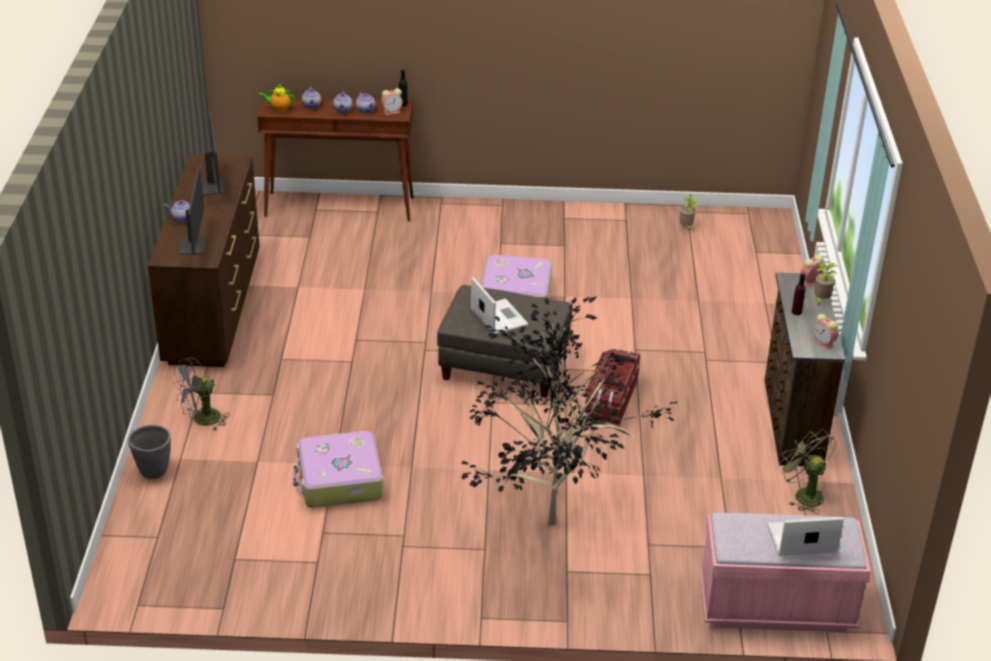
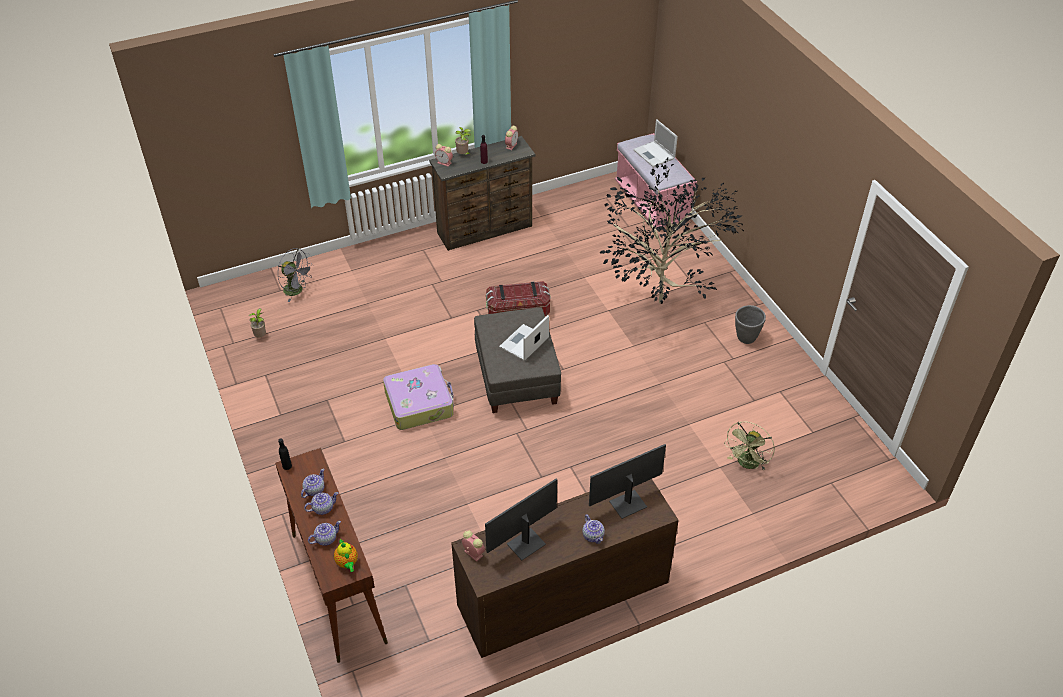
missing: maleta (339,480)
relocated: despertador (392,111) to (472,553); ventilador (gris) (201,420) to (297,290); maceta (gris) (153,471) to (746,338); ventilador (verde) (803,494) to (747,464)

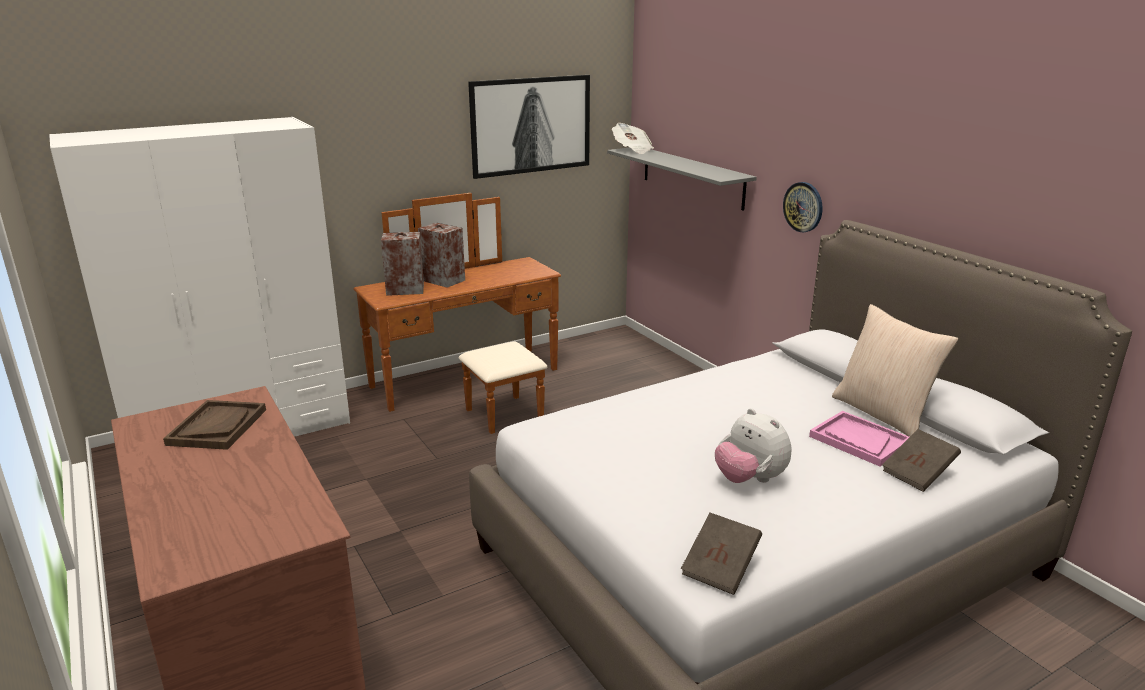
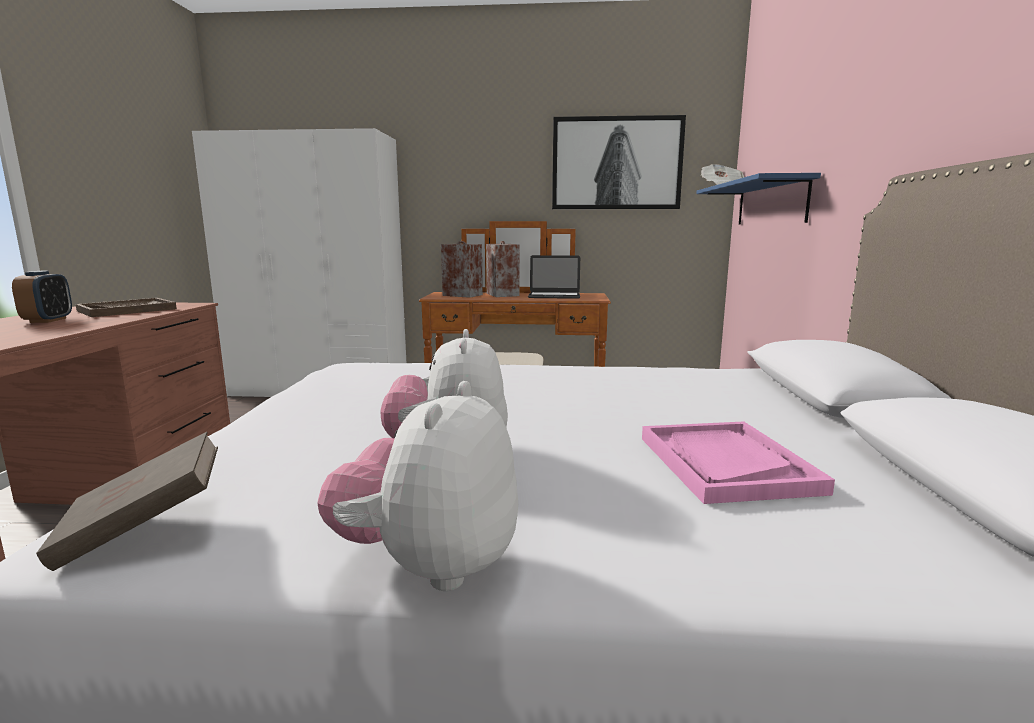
missing: reloj de pared (803,207); cojín (beis) (883,413); libro (marrón) (918,473)
appeared: portátil (554,296); despertador (48,320); peluche (430,565)
colour: estante (gris) (692,177) to estante (azul) (770,203)

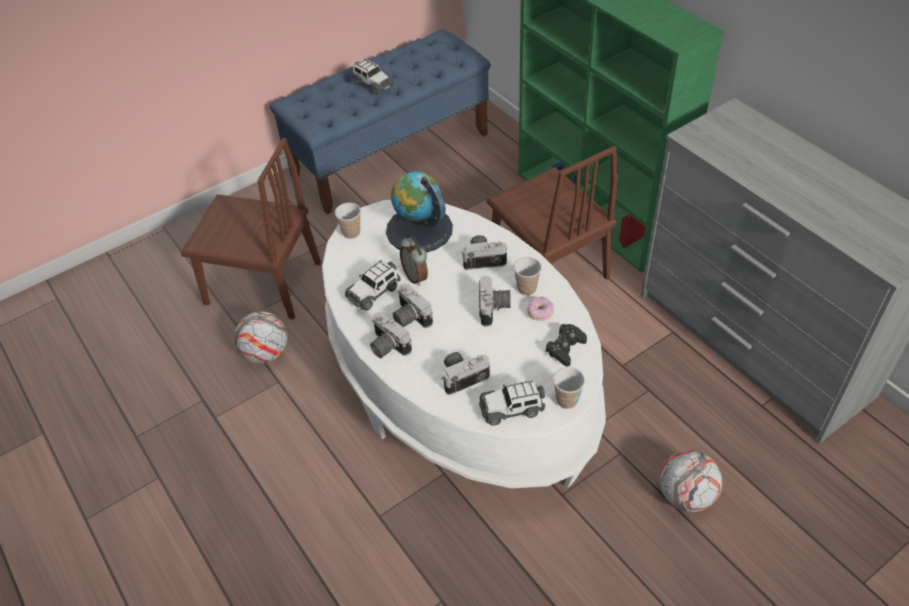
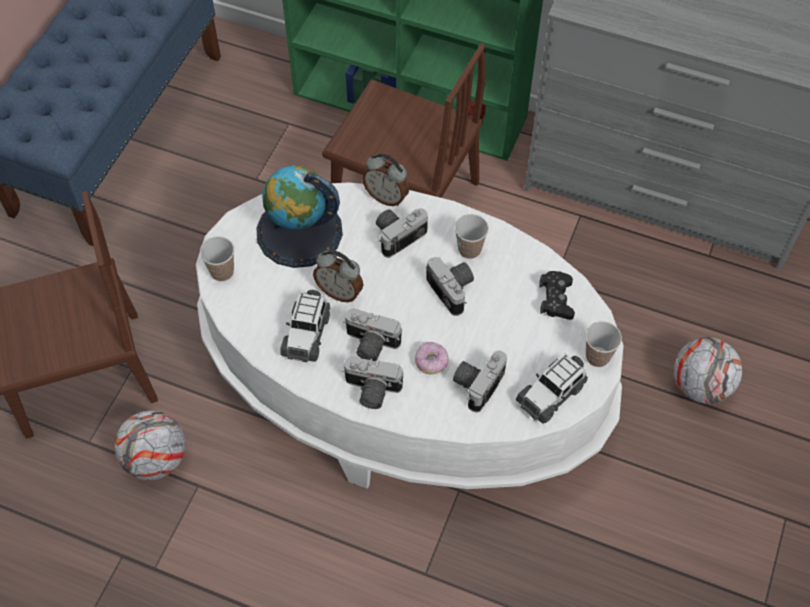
missing: coche de juguete (373,84)
appeared: despertador (387,197)
relocated: rosquilla (540,313) to (431,362)

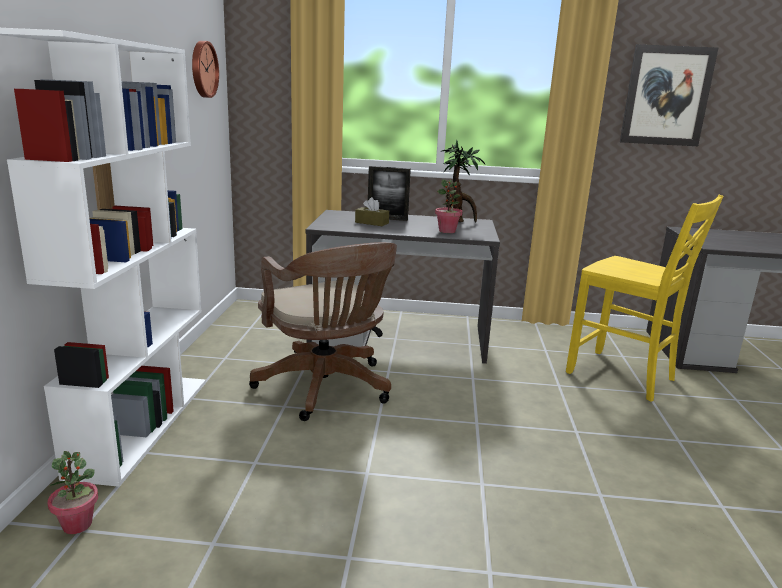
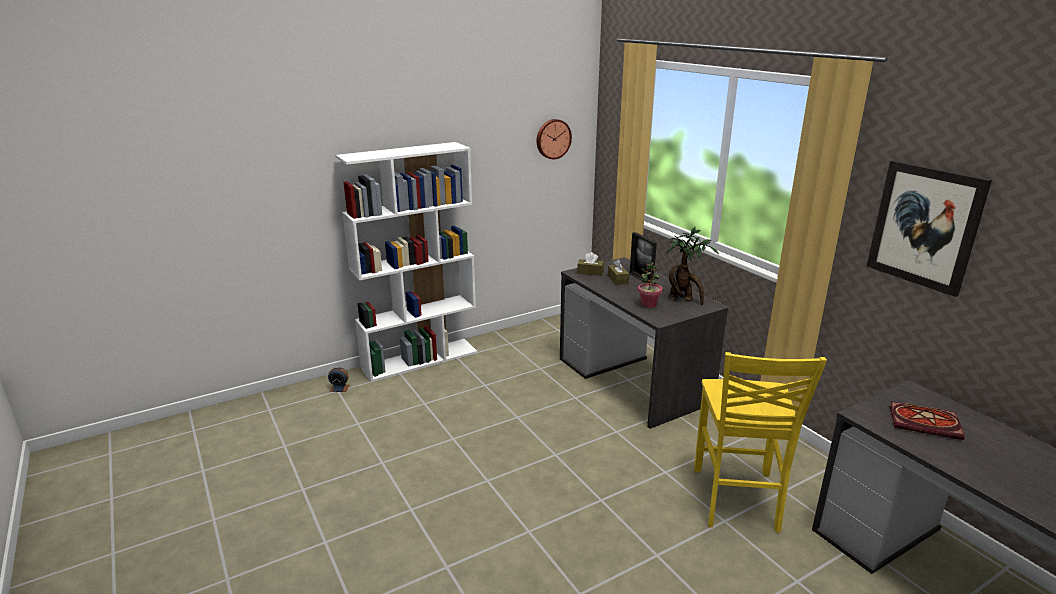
missing: silla de oficina (marrón) (327,389)
appeared: caja de pañuelos (marrón) (590,272); libro (926,422)
exchanged: planta en maceta (77,524) to despertador (339,388)

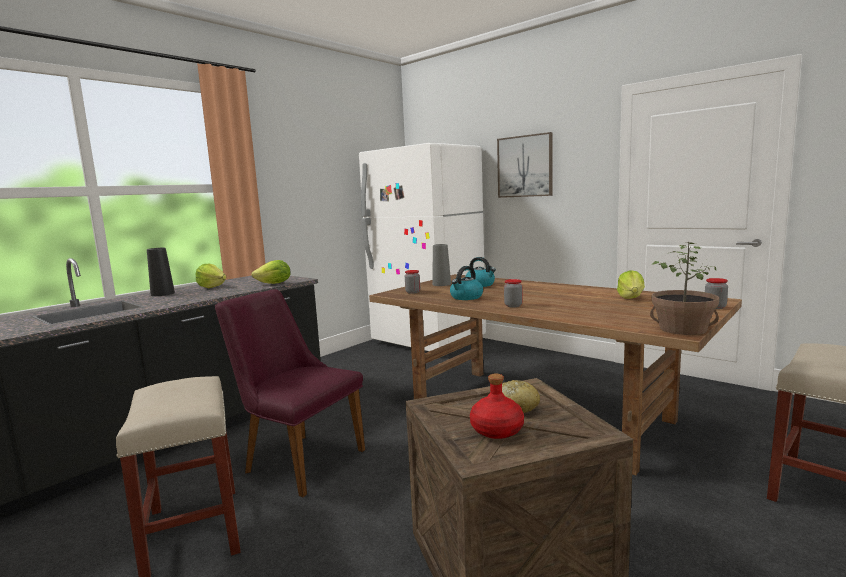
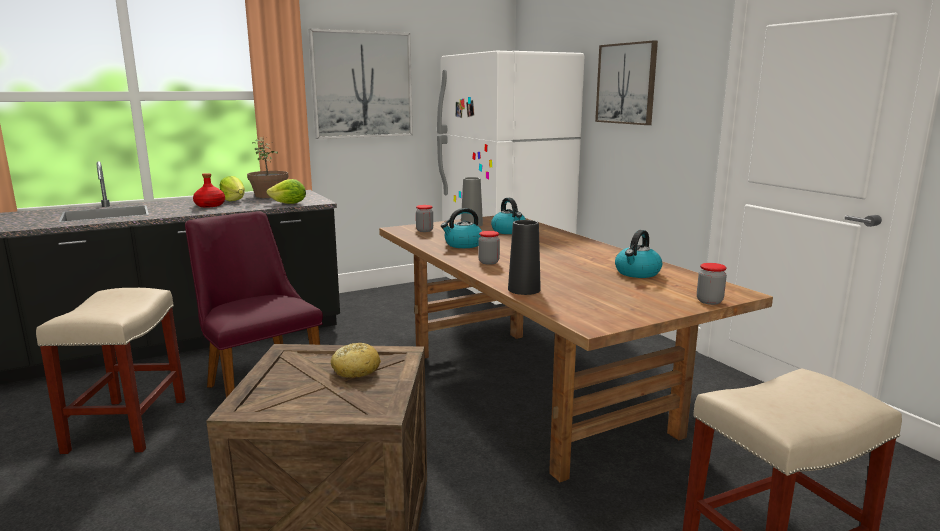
appeared: cuadro (362,85)
relocated: planta en maceta (683,329) to (270,195); florero (negro) (162,294) to (524,289); botella (rojo) (496,430) to (210,205)
exchanged: lechuga (631,298) to hervidor (637,273)

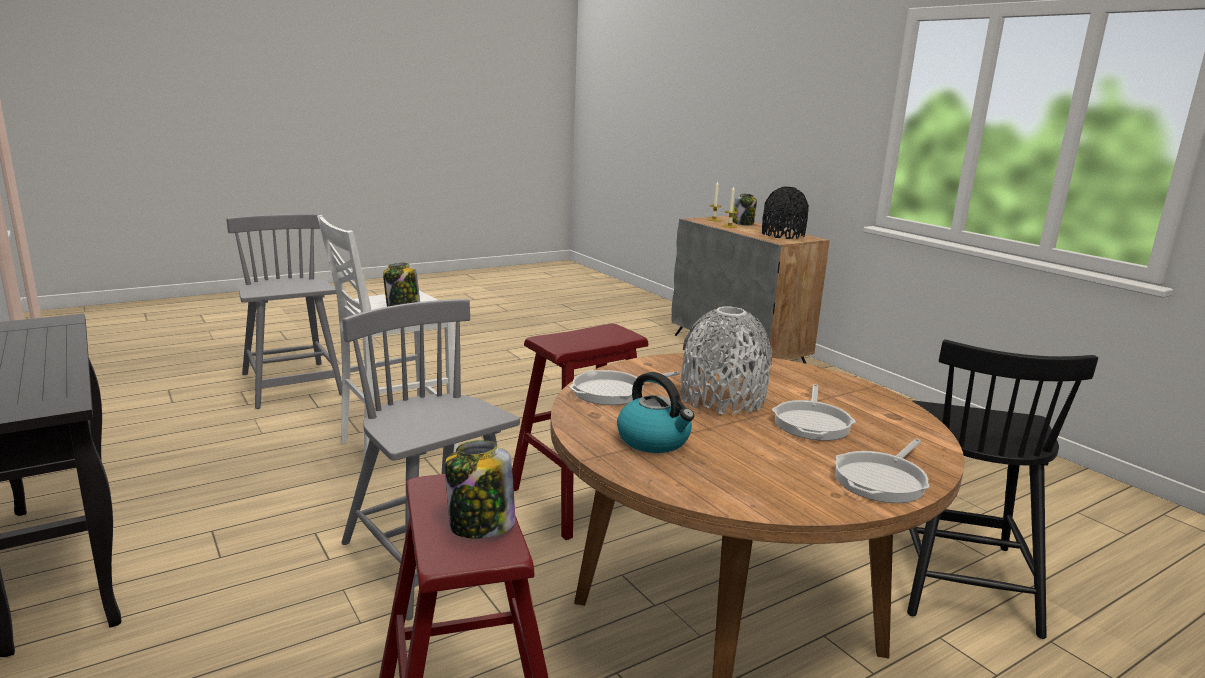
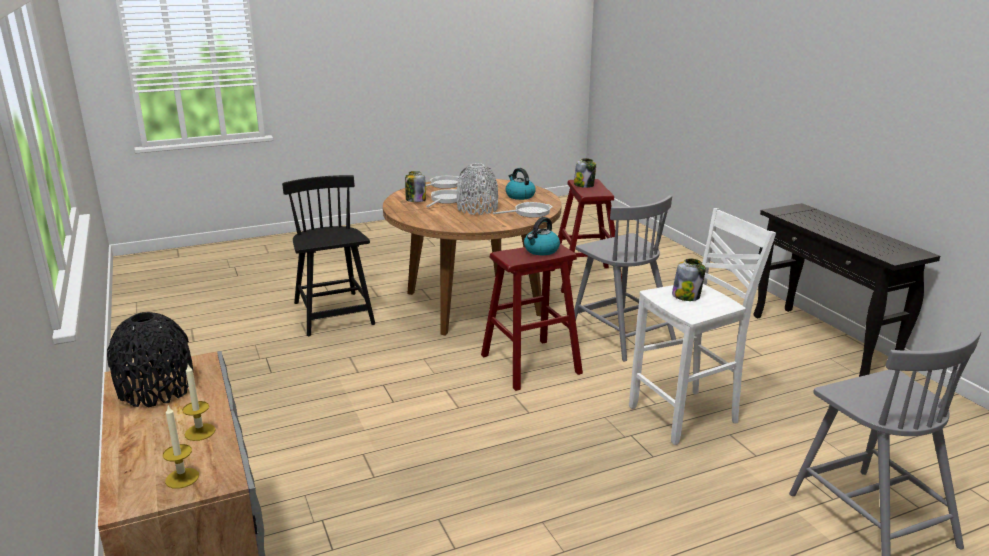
appeared: hervidor (541,250)
relocated: tarro (743,223) to (415,200)
spun: silla (negro) (958,577) = (333,314) 45 degrees counterclockwise

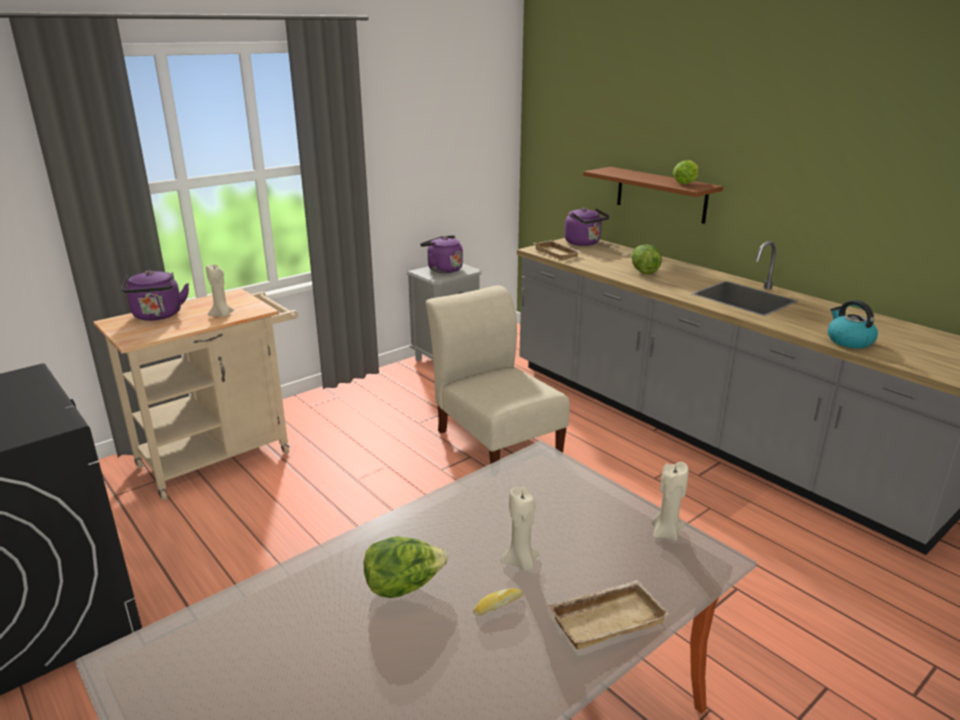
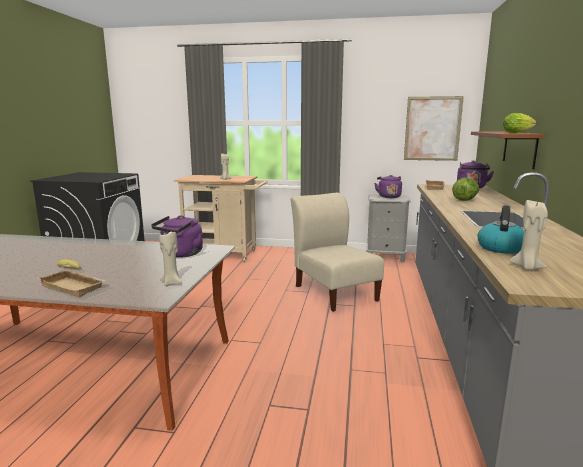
missing: lechuga (404,586)
appeared: cuadro (432,129)
relocated: hervidor (morado) (158,316) to (181,254); vela (beis) (521,562) to (527,267)
spun: silla (beis) (496,440) = (334,292) 45 degrees counterclockwise

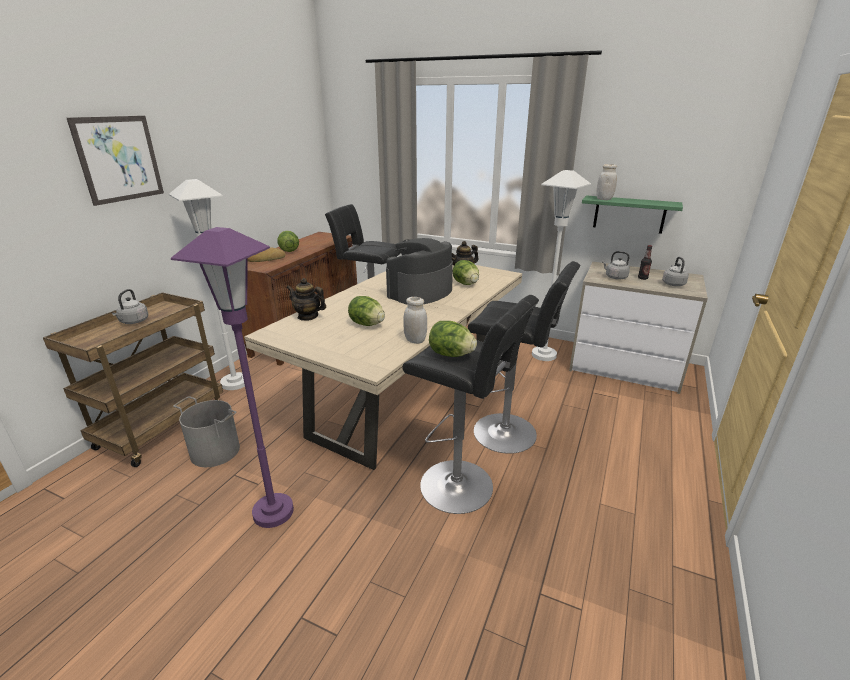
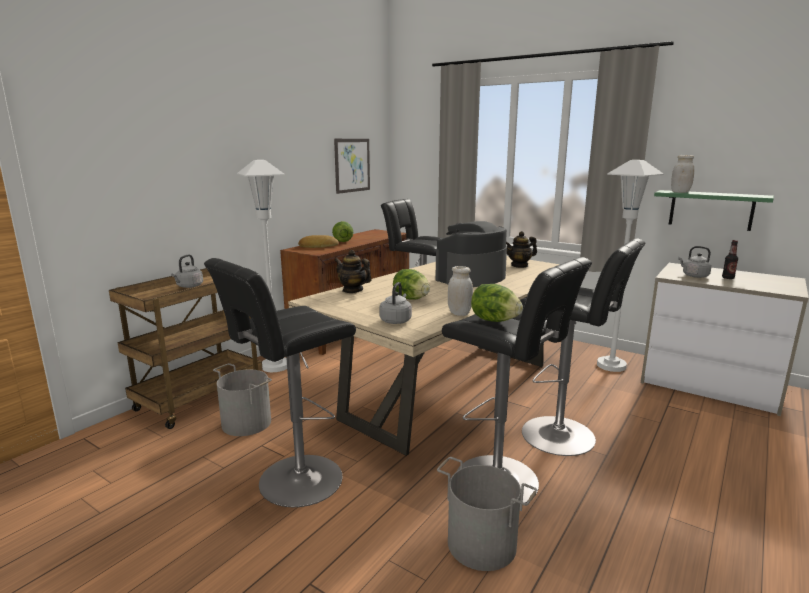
missing: lechuga (466,284)
appeared: cubo (gris) (481,544)
relocated: cuadro (119,159) to (352,165); hervidor (gris) (673,283) to (396,320)
exchanged: lámpara de pie (morado) (273,512) to taburete (negro) (295,482)

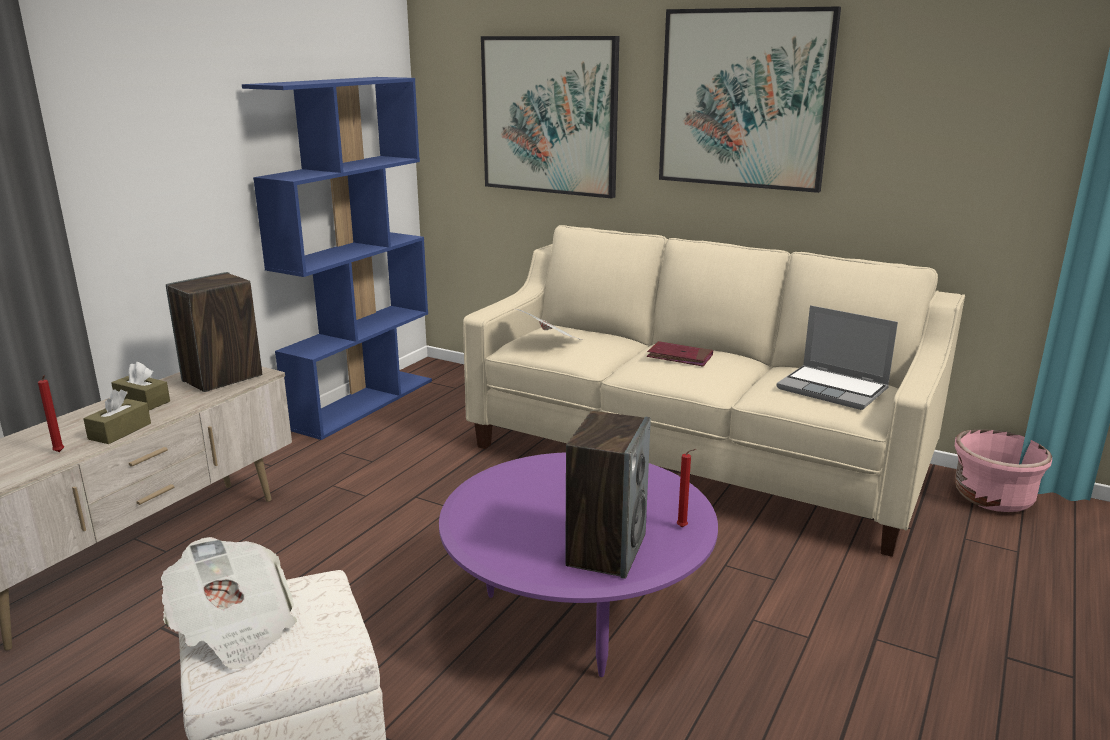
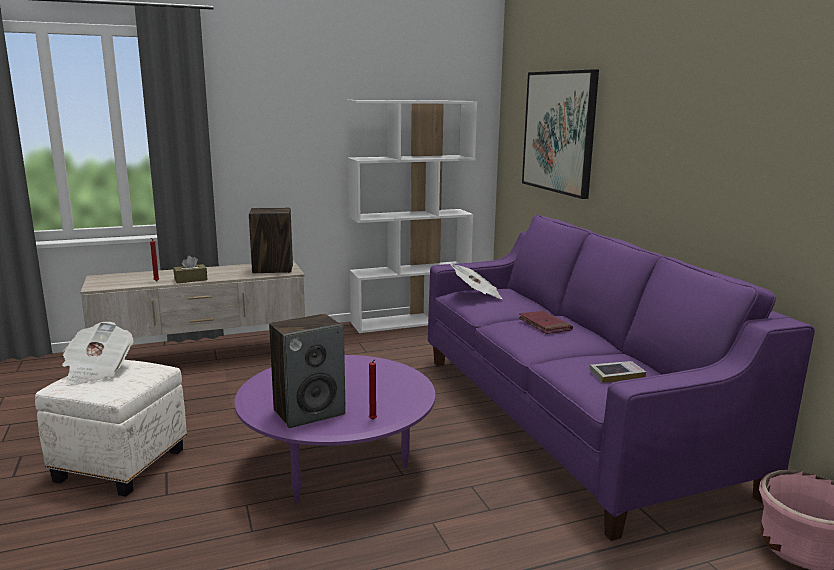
missing: cuadro (744,99); caja de pañuelos (marrón) (142,401)
exchanged: portátil (834,389) to libro (616,375)
colour: estantería (azul) (362,403) to estantería (blanco) (410,321); sofá (beis) (696,458) to sofá (morado) (569,419)

